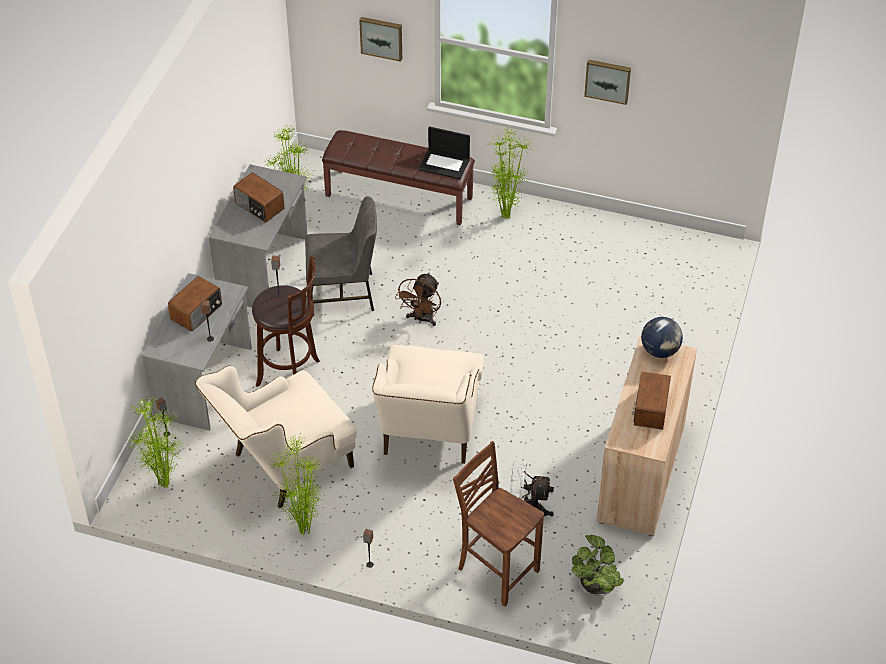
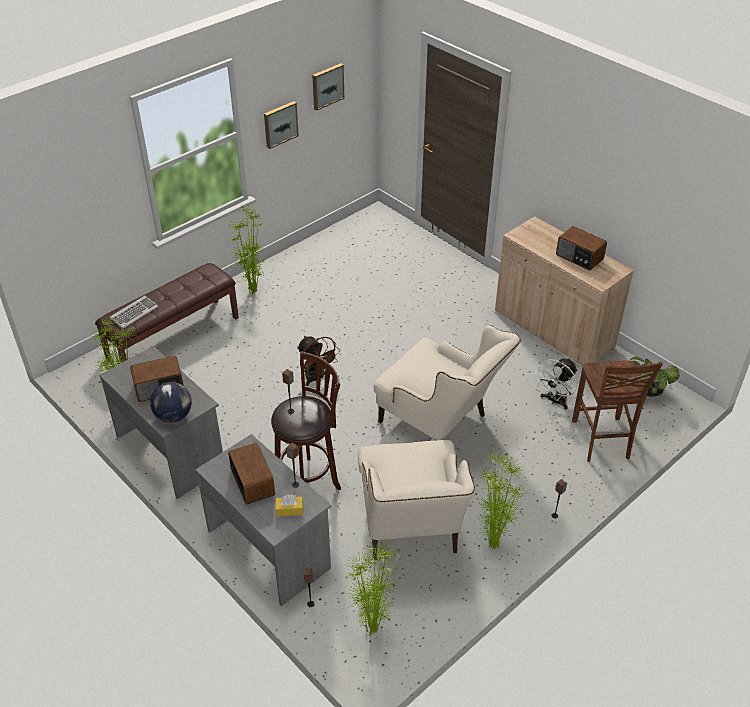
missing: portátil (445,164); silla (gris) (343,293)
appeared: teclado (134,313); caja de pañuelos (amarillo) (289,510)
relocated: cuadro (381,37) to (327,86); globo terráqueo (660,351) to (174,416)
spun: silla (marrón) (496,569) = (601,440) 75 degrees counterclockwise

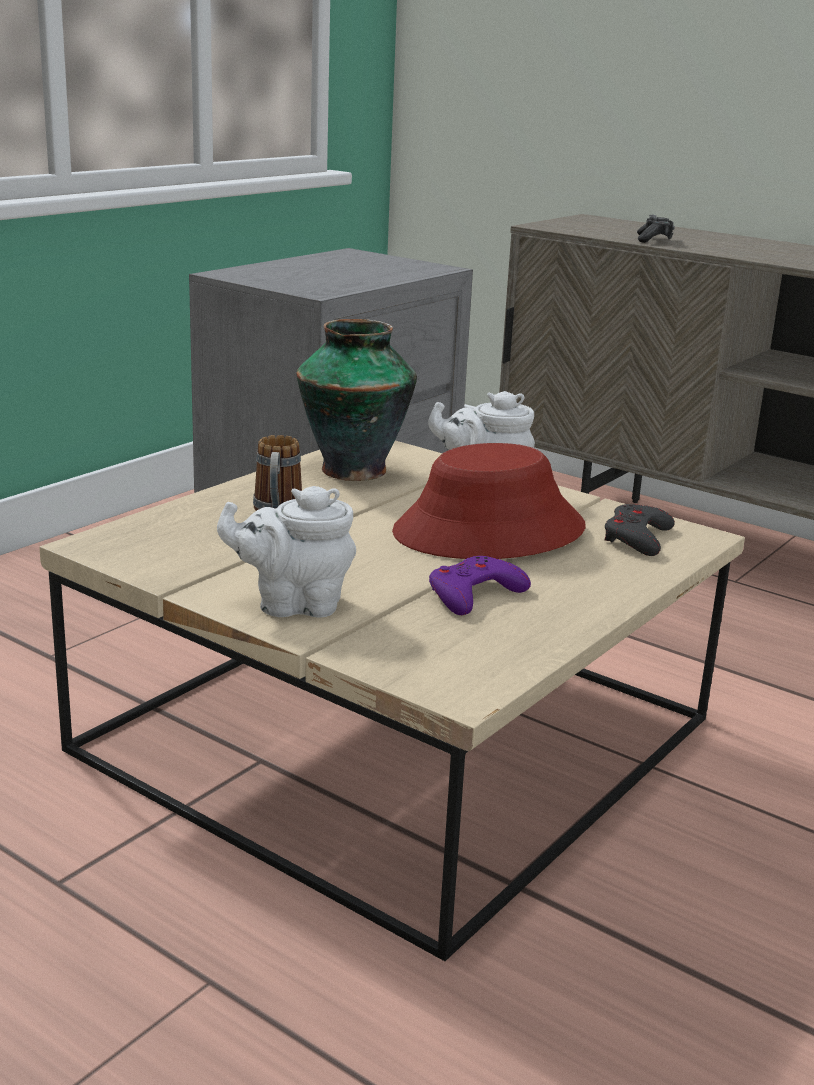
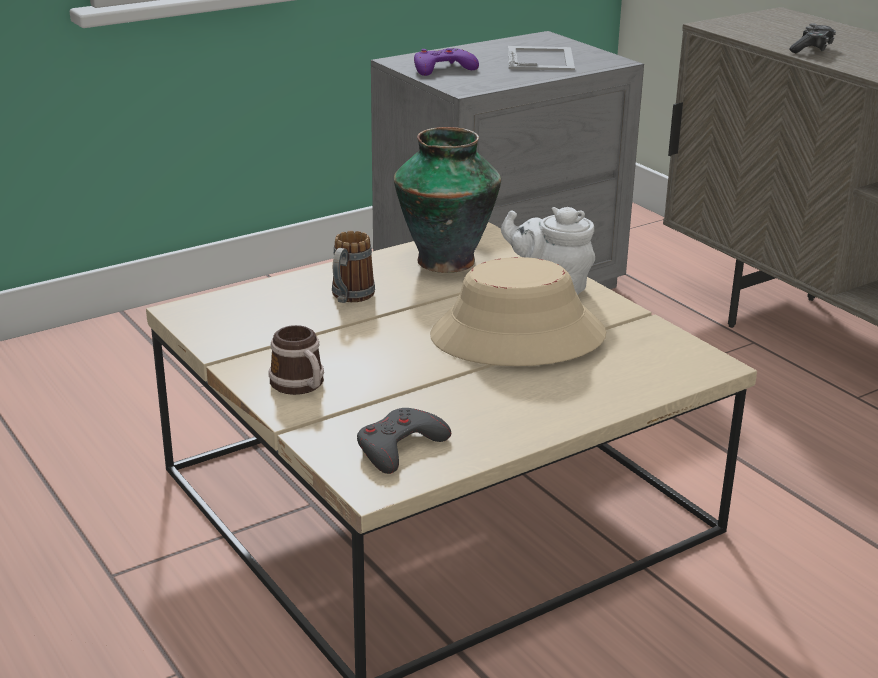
appeared: portarretratos (541,58)
relocated: mando de consola (gris) (637,538) to (399,447); mando de consola (morado) (474,594) to (442,69)
exchanged: tetera (blanco) (293,604) to taza grande (301,386)
colour: sombrero (rojo) (489,532) to sombrero (beis) (517,337)

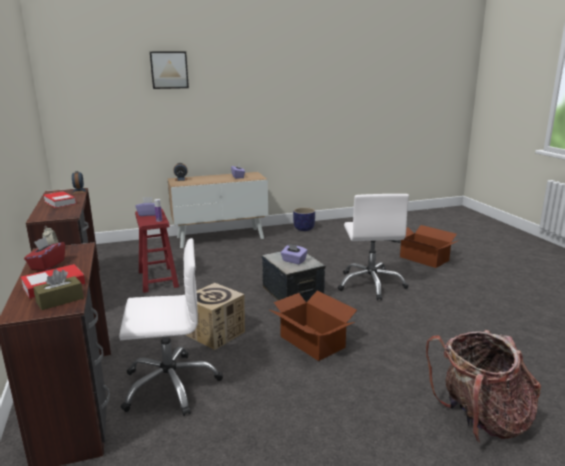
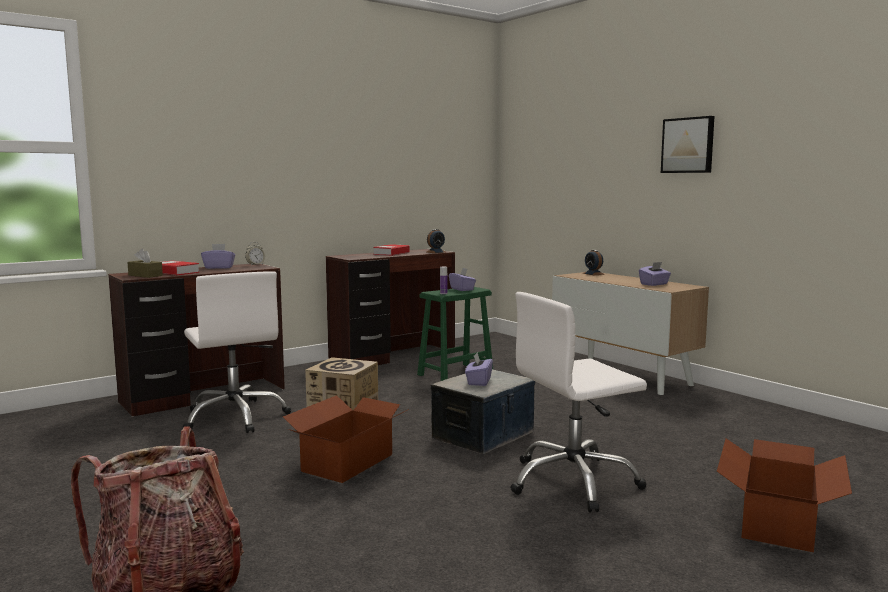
missing: maceta (304,229)
relocated: cuadro (169,70) to (688,145)
colour: taburete (rojo) (158,279) to taburete (verde) (455,373); caja de pañuelos (rojo) (47,265) to caja de pañuelos (morado) (219,267)

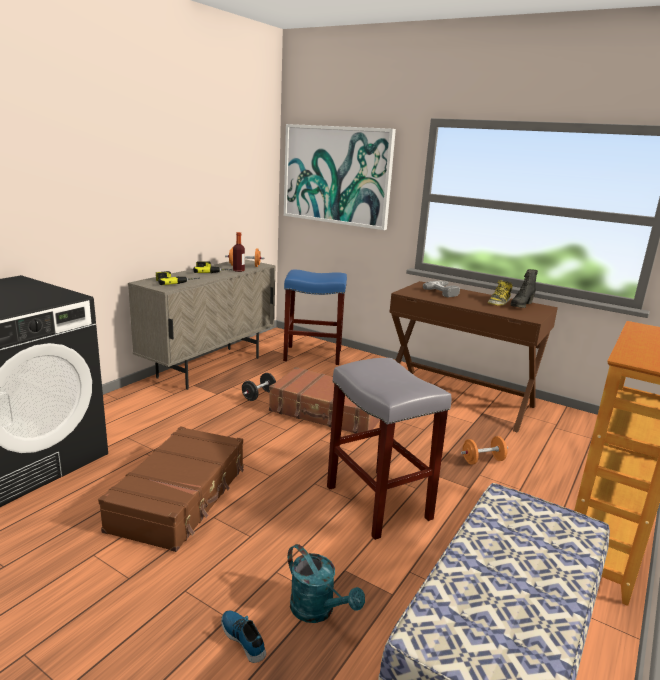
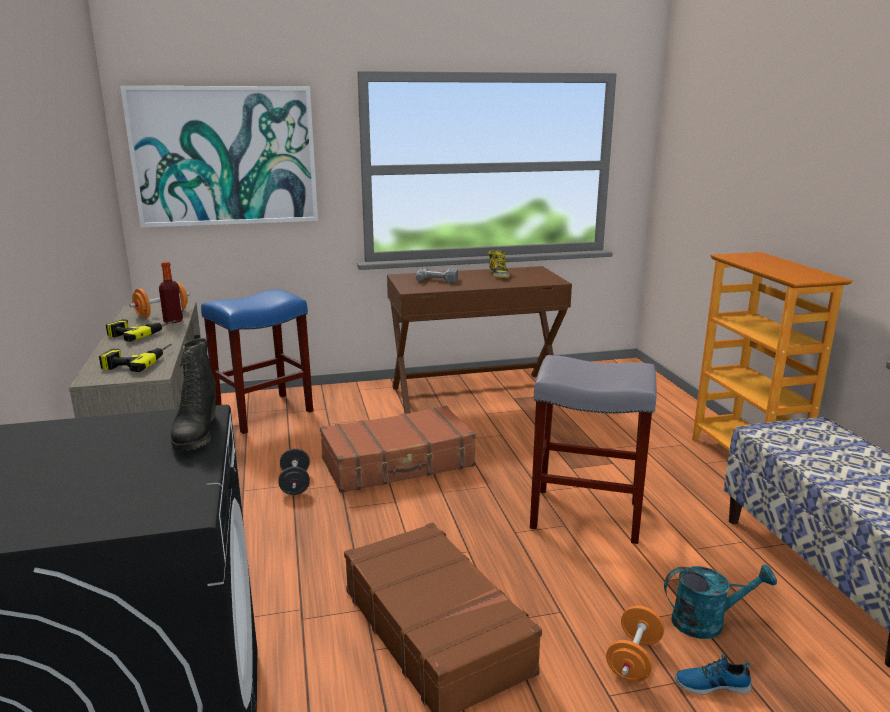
relocated: bota (negro) (521,305) to (196,434); mancuerna (naranja) (483,460) to (633,659)

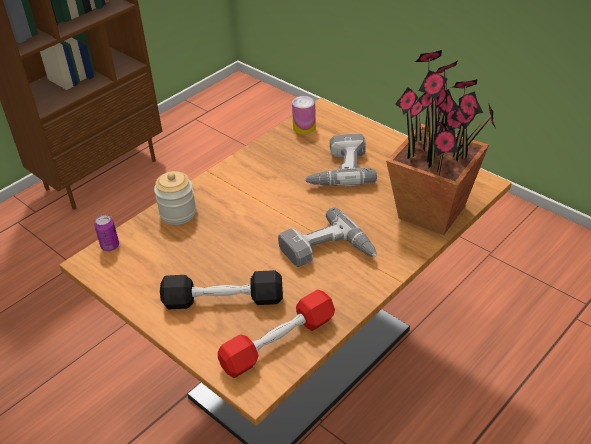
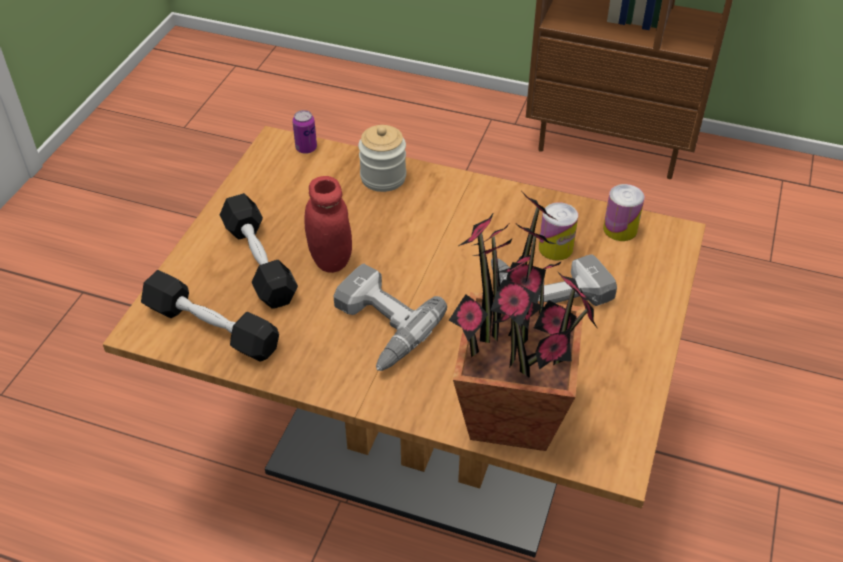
appeared: tarro (rojo) (331,260); lata (555,248)
colour: mancuerna (rojo) (278,343) to mancuerna (negro) (211,328)

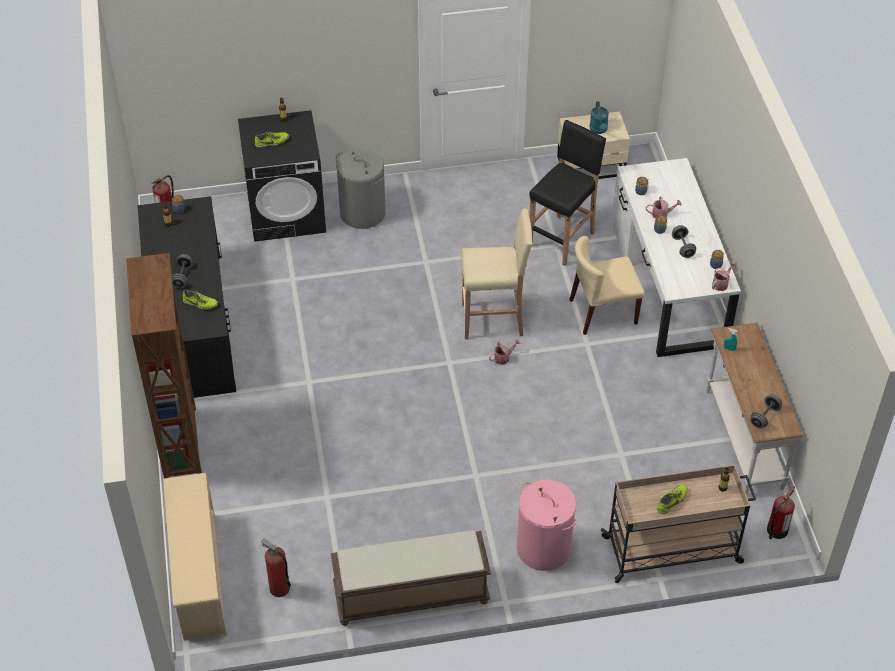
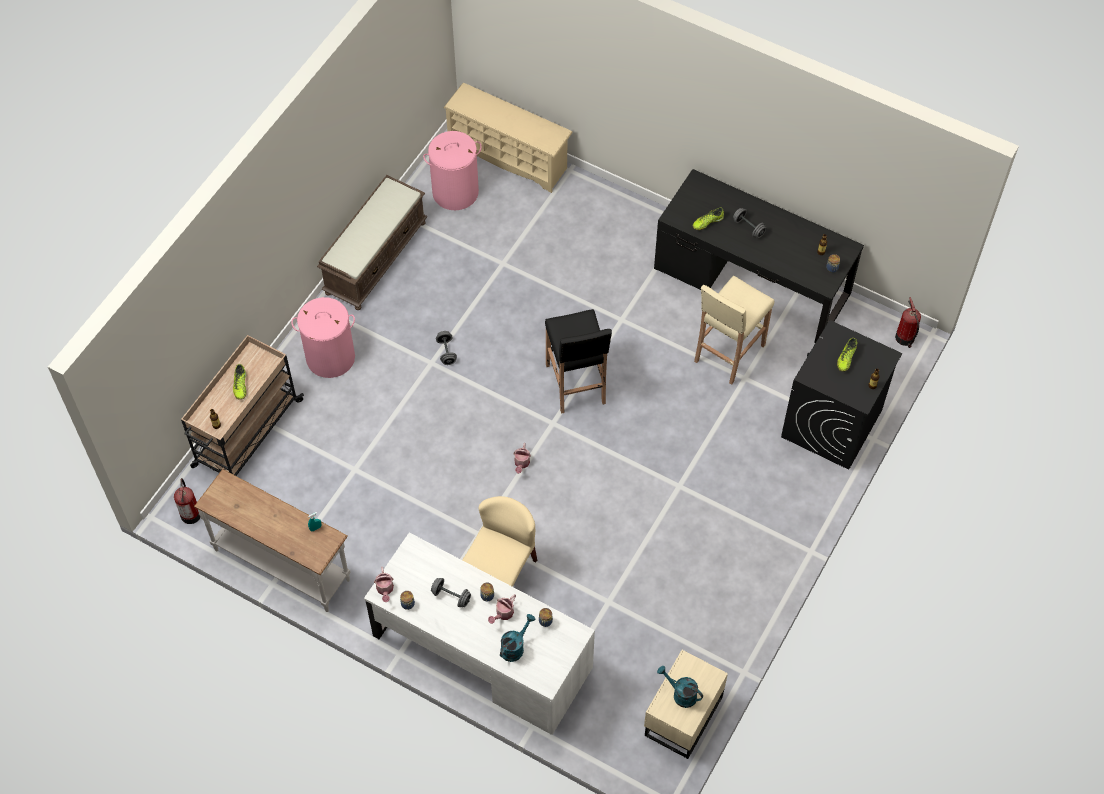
missing: cesto de la ropa (gris) (362,213); estantería (marrón) (181,443)
appeared: regadera (turquesa) (515,646)
relocated: taburete (negro) (562,239) to (576,385); taburete (beis) (494,320) to (728,354); mancuerna (gris) (764,417) to (446,352)
exchanged: extintor (279,588) to cesto de la ropa (rosa) (455,192)

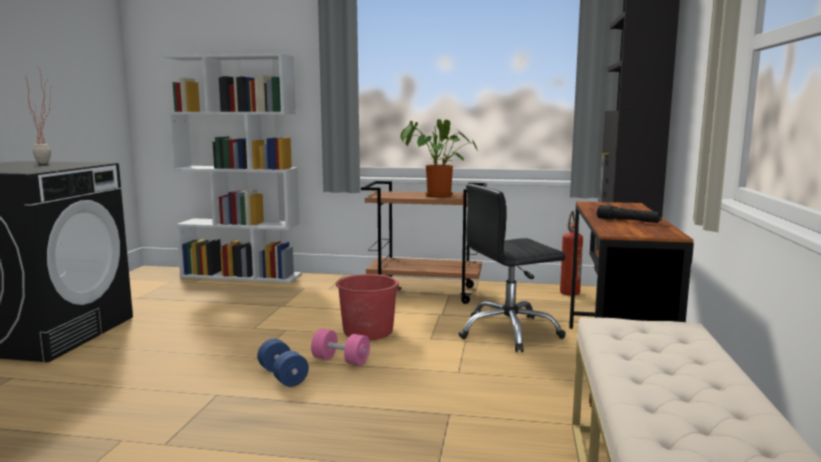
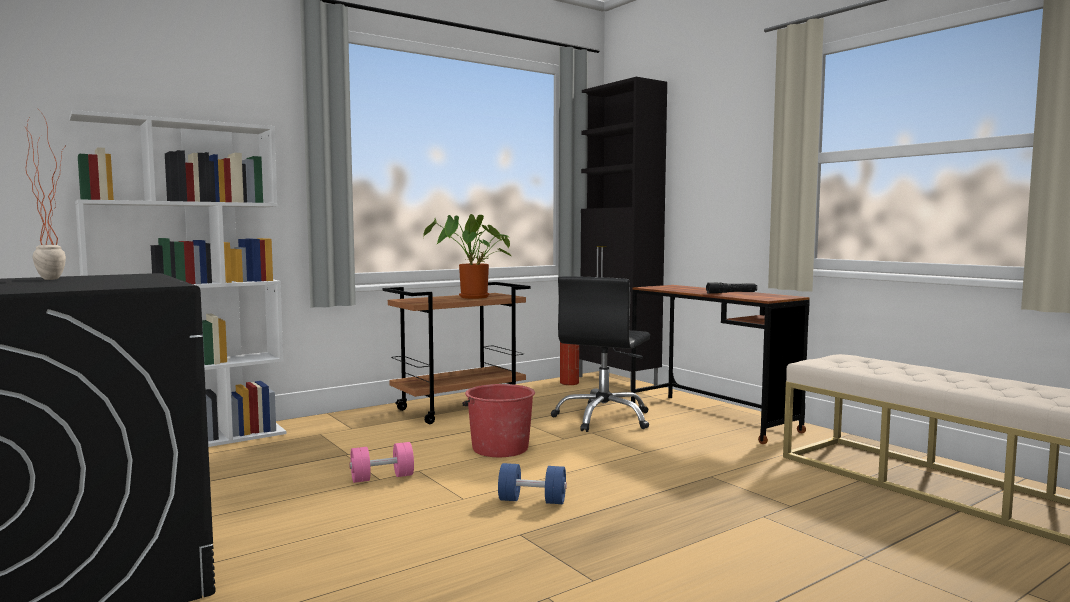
relocated: mancuerna (rosa) (341,360) to (382,478)

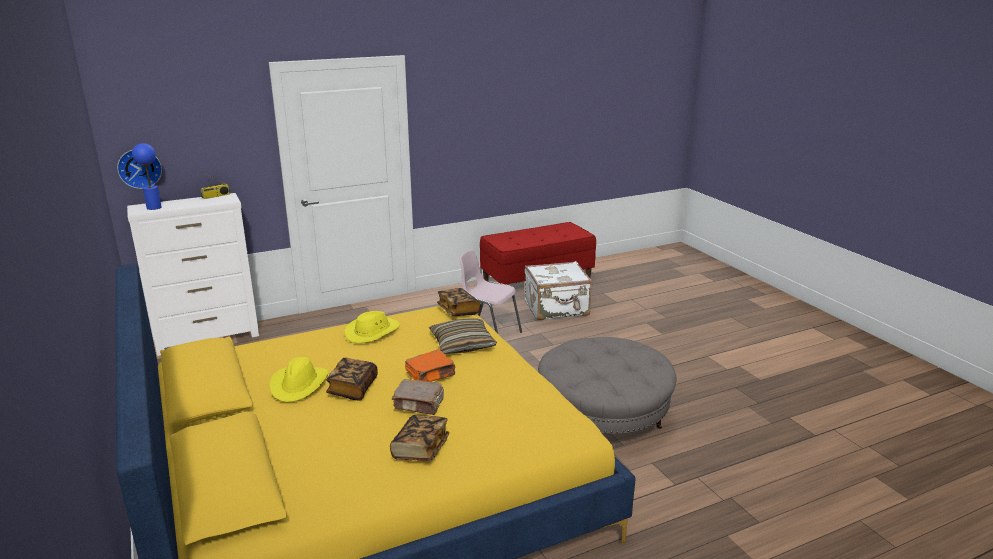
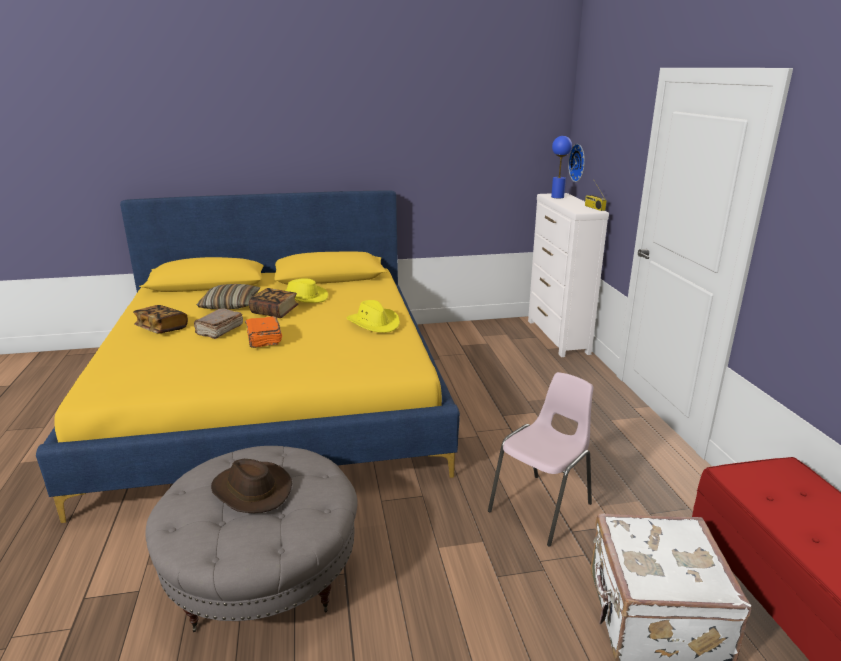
missing: libro (458,310)
appeared: sombrero (marrón) (250,490)
relocated: cojín (462,344) to (230,305)

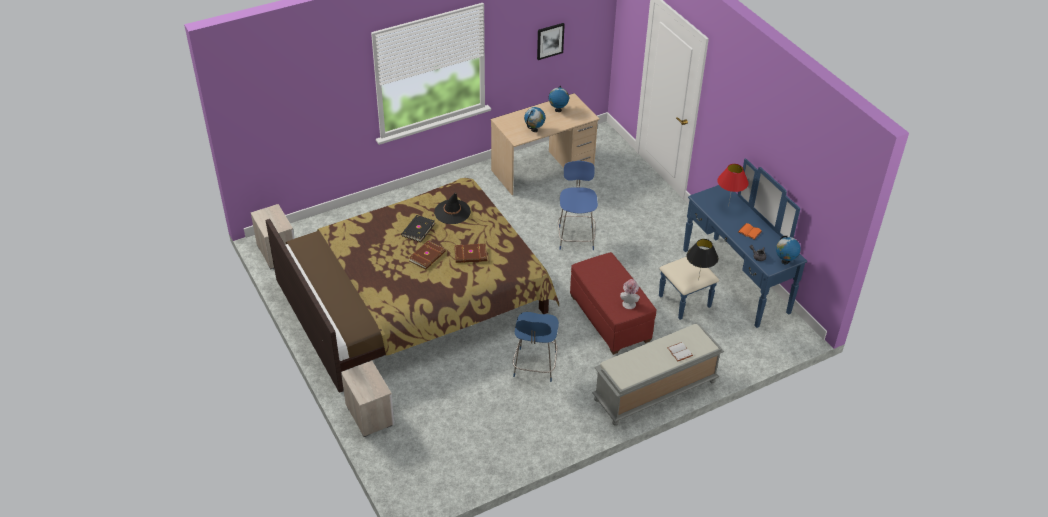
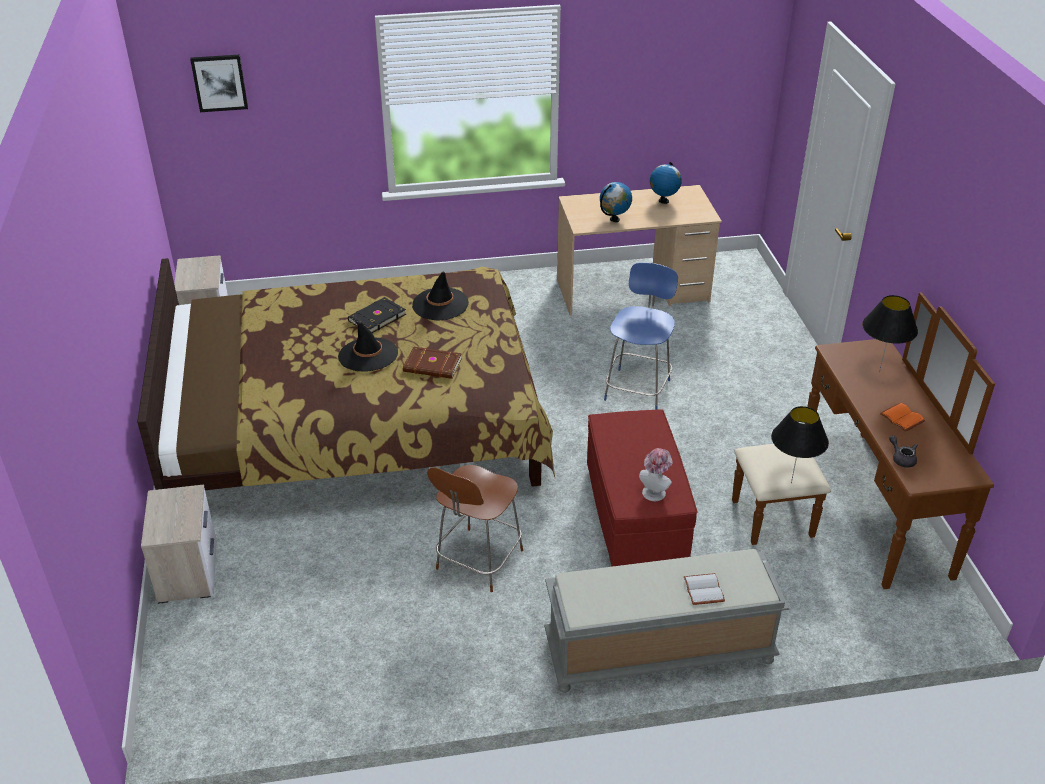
missing: globo terráqueo (785,262)
relocated: cuadro (550,41) to (219,82)
exchanged: libro (marrón) (428,256) to sombrero (negro) (368,355)
colour: cómoda (azul) (724,286) to cómoda (marrón) (850,509); lámpara de mesa (rojo) (728,206) to lámpara de mesa (negro) (879,372); silla (azul) (534,366) to silla (marrón) (478,561)

